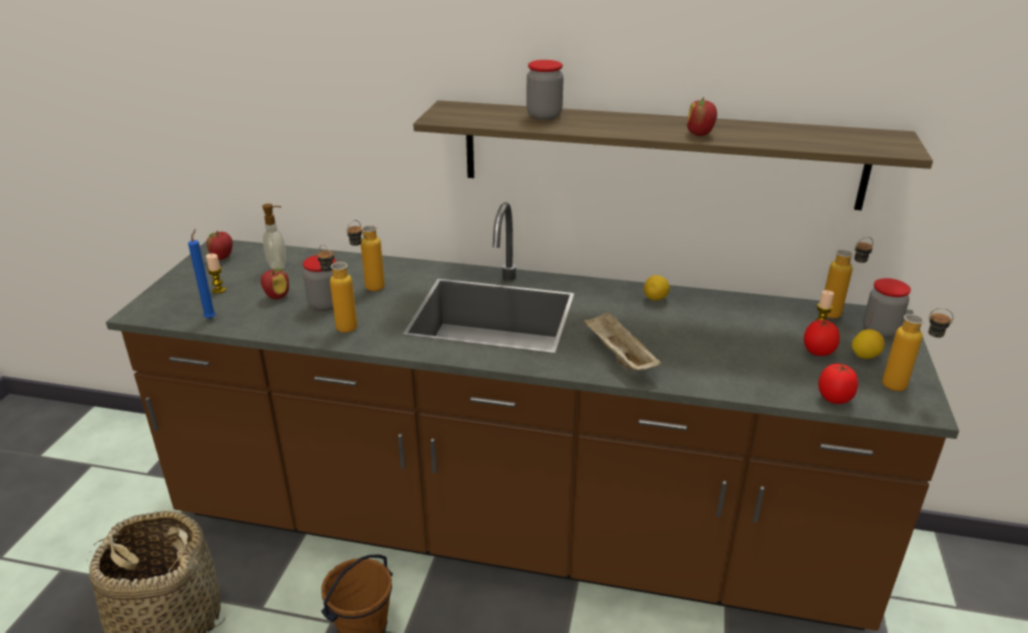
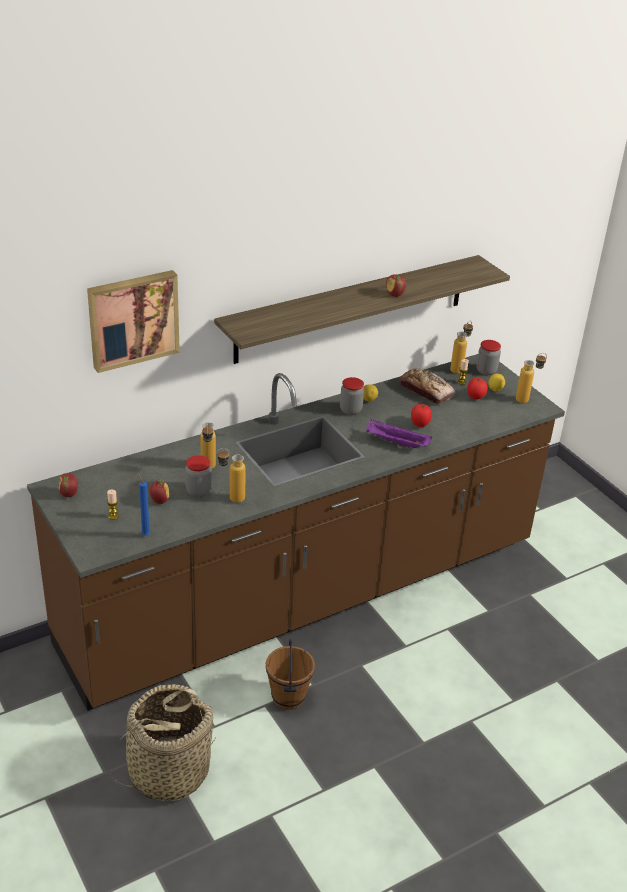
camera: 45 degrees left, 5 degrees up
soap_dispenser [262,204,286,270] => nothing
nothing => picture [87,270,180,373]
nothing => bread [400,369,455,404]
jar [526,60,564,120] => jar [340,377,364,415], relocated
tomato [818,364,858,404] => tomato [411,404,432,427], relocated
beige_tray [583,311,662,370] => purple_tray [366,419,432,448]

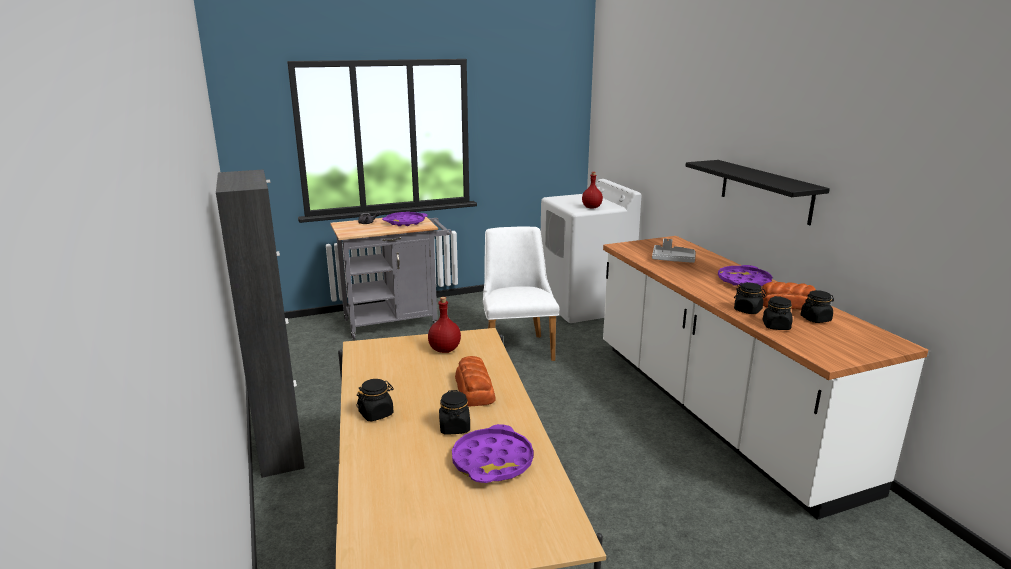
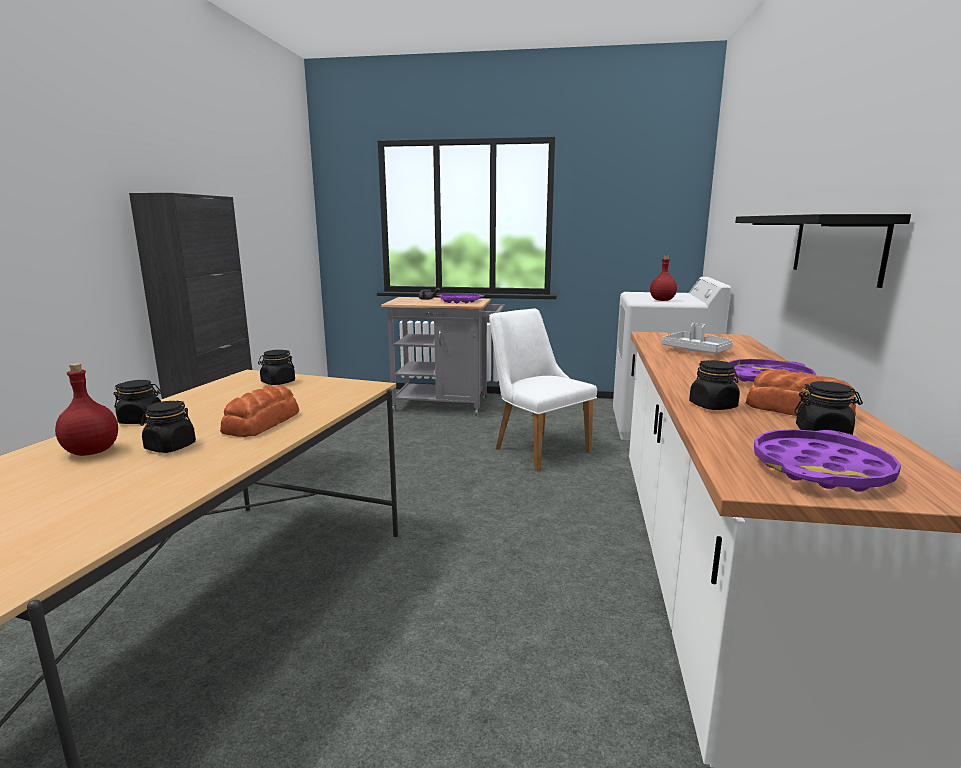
camera: 30 degrees right, 5 degrees down
red_bottle [428,297,461,353] => red_bottle [55,363,118,456], relocated
purple_tray [452,424,534,483] => purple_tray [754,429,901,491], relocated
black_jar [763,296,793,330] => black_jar [258,350,295,385], relocated
white_chair [483,226,559,361] => white_chair [489,308,597,471], 60 degrees counterclockwise

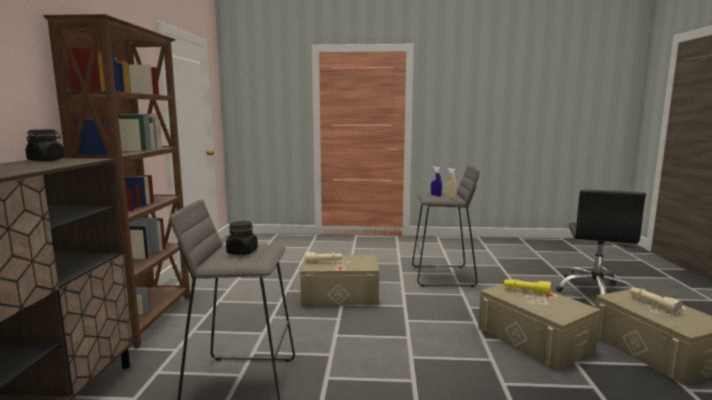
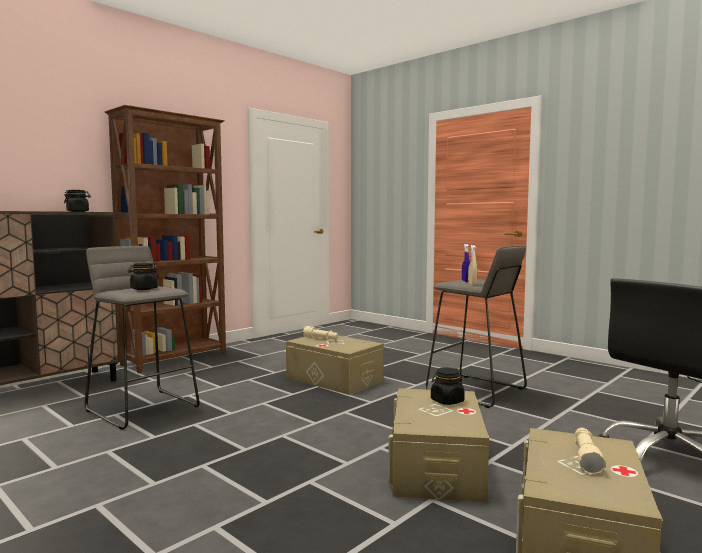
camera: 40 degrees right, 5 degrees down
yellow_flashlight [504,279,551,295] => black_jar [431,367,465,405]

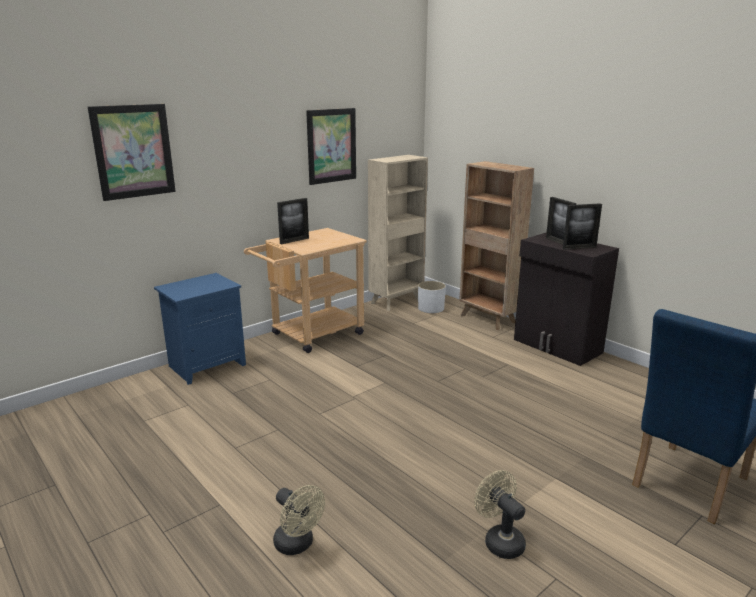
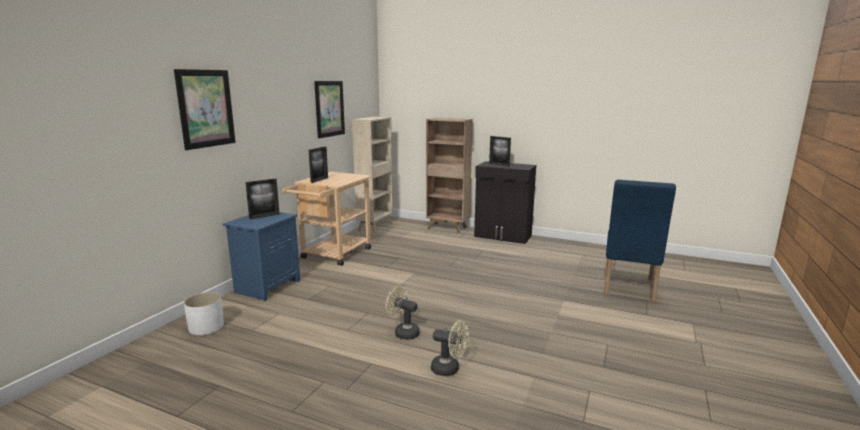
camera: 25 degrees left, 5 degrees down
white_planter [418,281,446,313] => white_planter [184,292,224,335], relocated
beige_fan [474,470,526,559] => beige_fan [385,286,420,340], relocated
picture_frame [563,203,602,250] => picture_frame [246,178,280,219], relocated

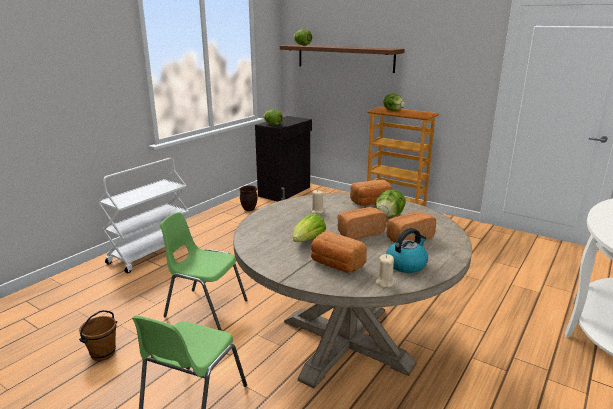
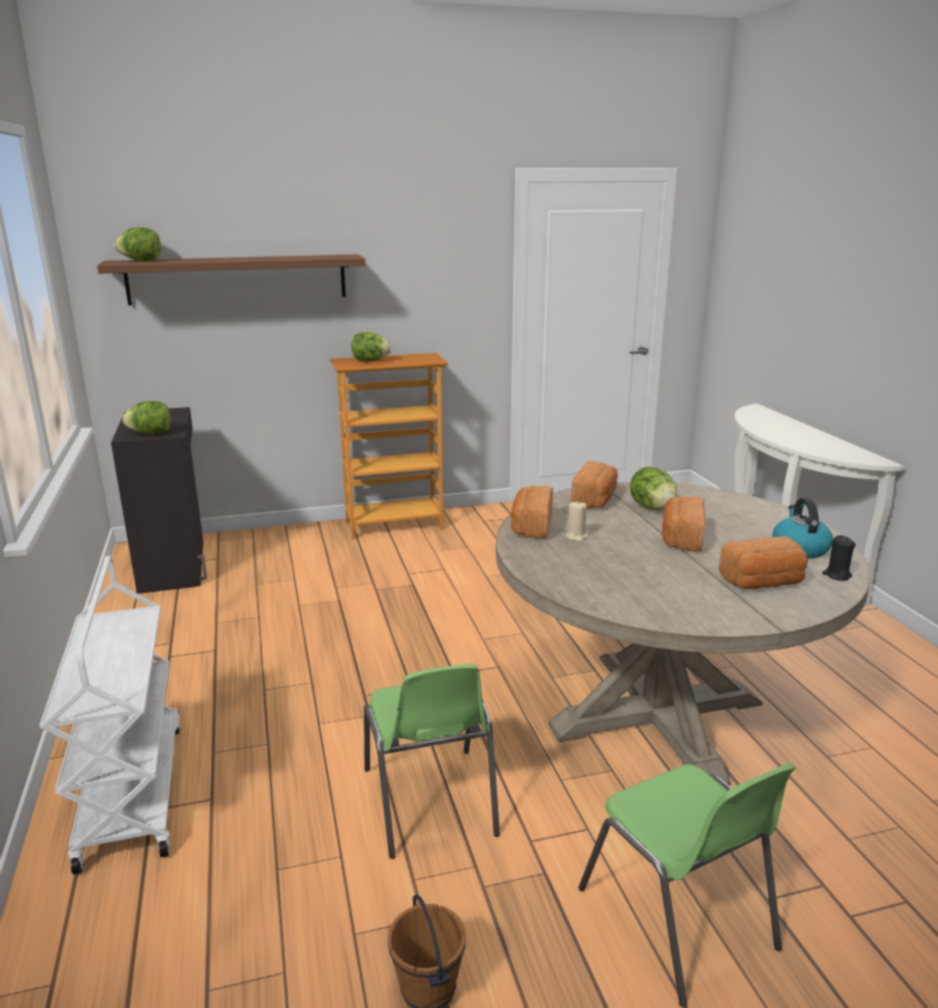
camera: 50 degrees left, 0 degrees up
brown_planter [239,186,258,211] => nothing
lettuce [293,213,326,242] => nothing
bread [386,212,436,243] => bread [511,486,553,538], relocated
beige_candle [376,254,394,288] => black_candle [822,535,856,581]
green_chair [160,212,247,331] => green_chair [364,664,500,859], 75 degrees counterclockwise

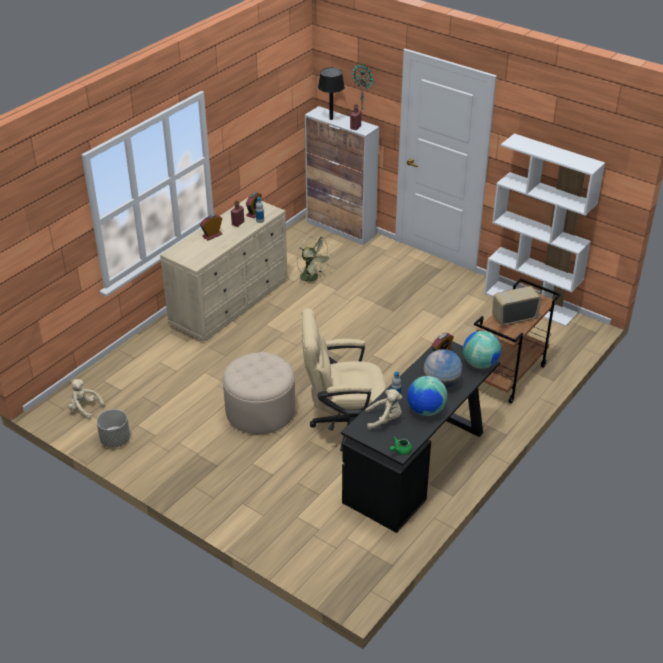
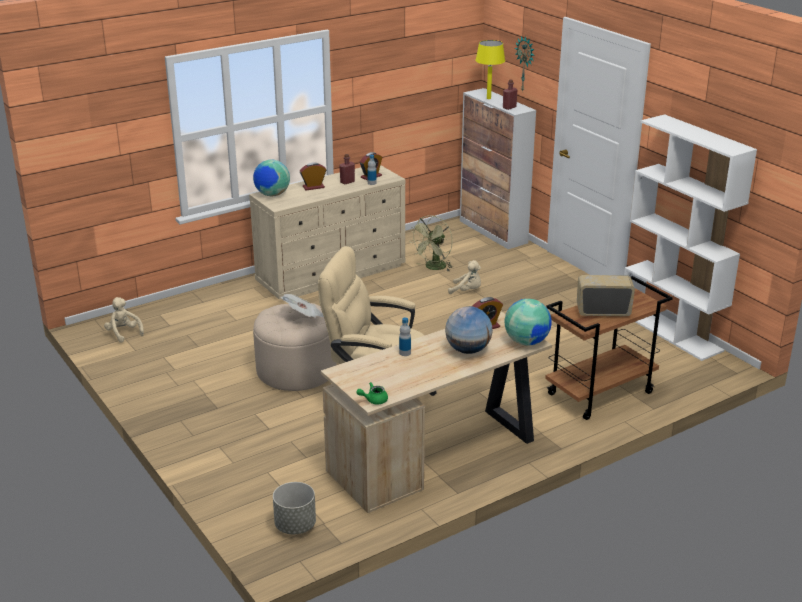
camera: 20 degrees right, 10 degrees down
nothing => newspaper [281,294,324,318]
grey_planter [96,409,130,448] => grey_planter [273,482,316,534], relocated
beige_plush_toy [365,389,402,430] => beige_plush_toy [448,260,481,294], relocated
globe [407,376,447,416] => globe [253,160,290,196], relocated
black_table_lamp [318,68,345,120] => yellow_table_lamp [475,40,505,99]
black_desk [341,341,500,533] => beige_desk [321,311,552,513]
green_fan [297,235,330,286] => green_fan [411,215,453,272], 60 degrees clockwise

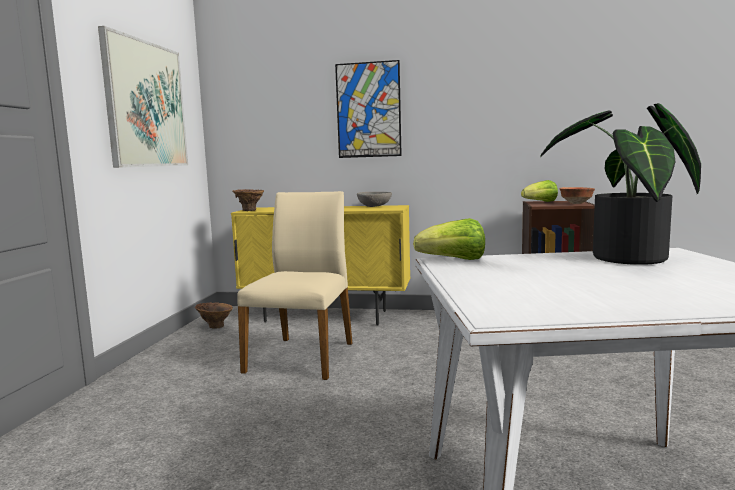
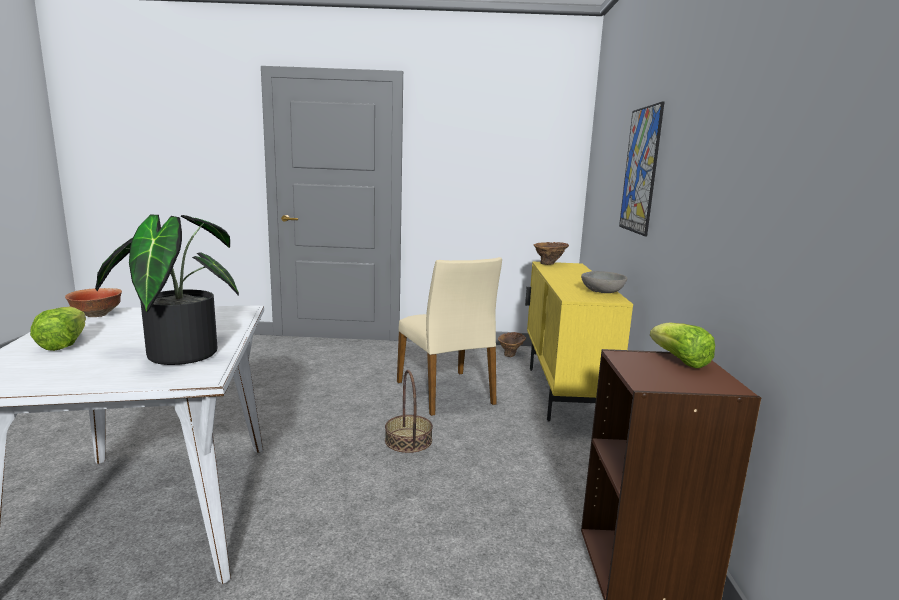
camera: 80 degrees right, 5 degrees up
picture [98,26,188,168] => nothing
nothing => basket [385,370,433,453]
lettuce [413,218,485,260] => lettuce [30,306,86,351], relocated
bowl [559,187,595,204] => bowl [65,288,122,317], relocated
beige_chair [237,191,352,380] => beige_chair [397,257,502,416], 60 degrees clockwise

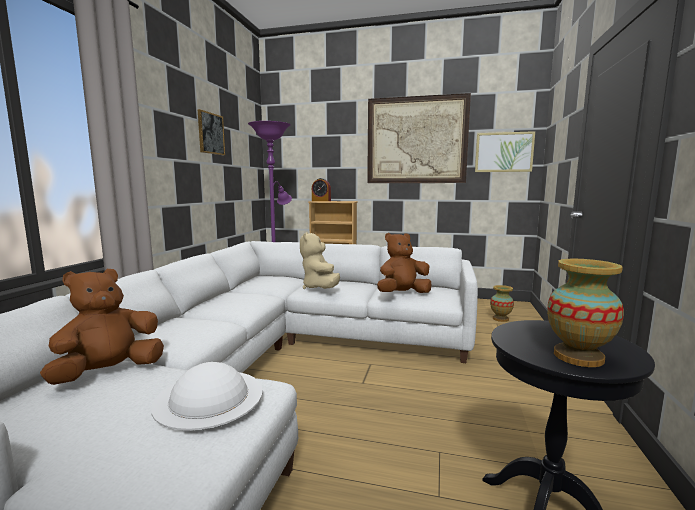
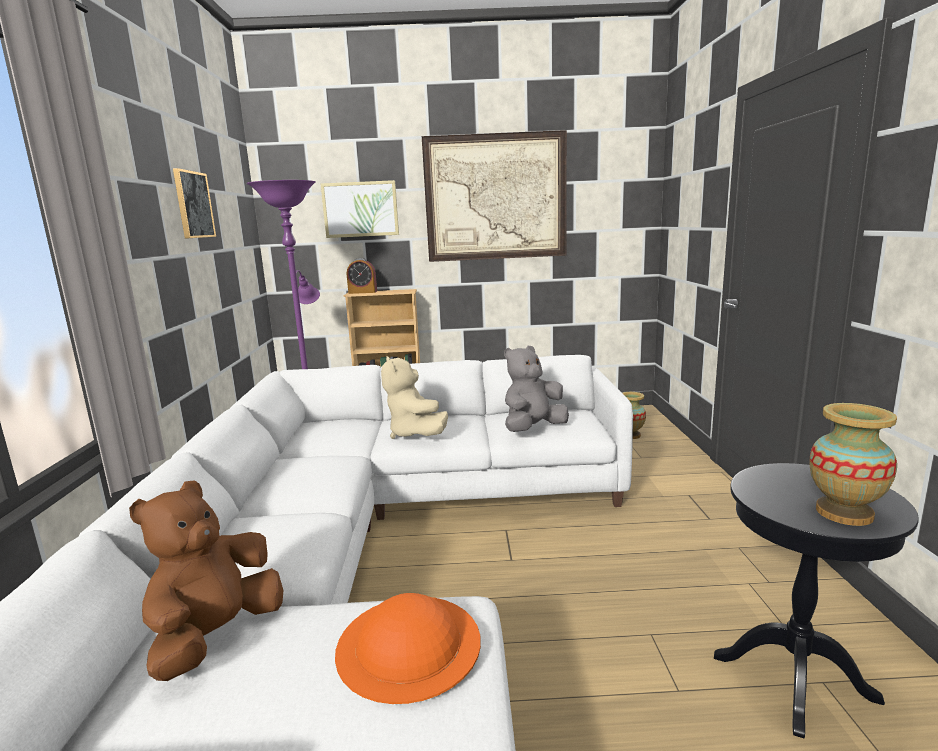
camera: 15 degrees left, 5 degrees up
picture [475,131,535,172] => picture [321,180,399,238], relocated
white_hat [151,362,263,430] => orange_hat [335,593,481,704]
brown_plush_toy [377,233,432,293] => grey_plush_toy [504,346,569,432]

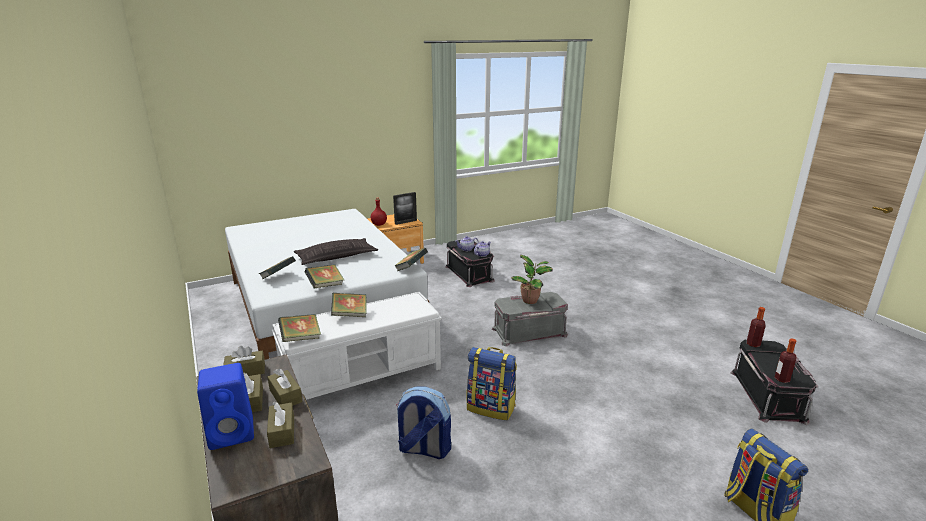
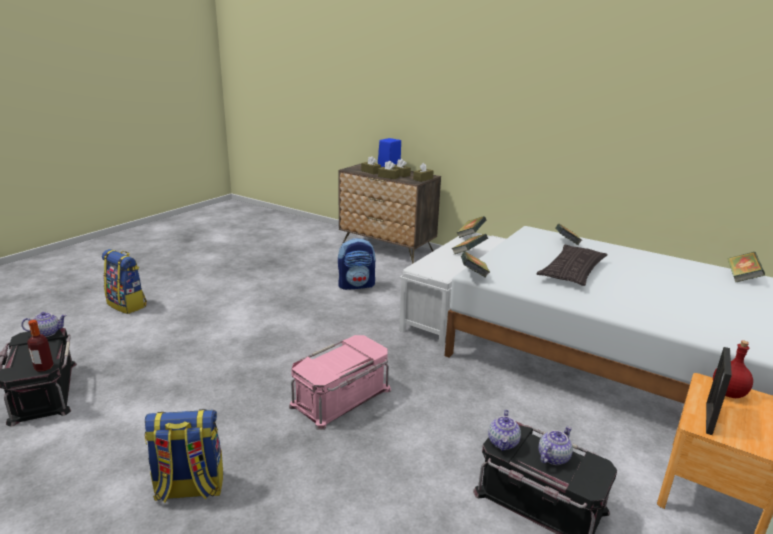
camera: 150 degrees right, 0 degrees up
potted_plant [511,255,553,304] => nothing
book [305,264,344,288] => book [727,252,765,282], relocated
backpack [467,347,517,421] => backpack [145,409,223,503], relocated
bottle [775,339,797,383] => teapot [21,312,67,337]
grey_storage_box [492,292,568,346] => pink_storage_box [289,335,391,430]

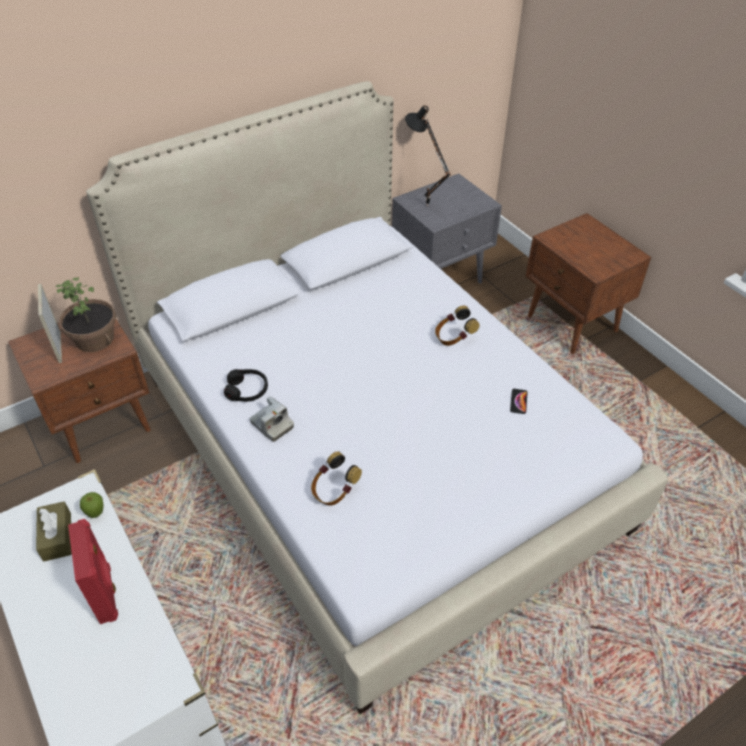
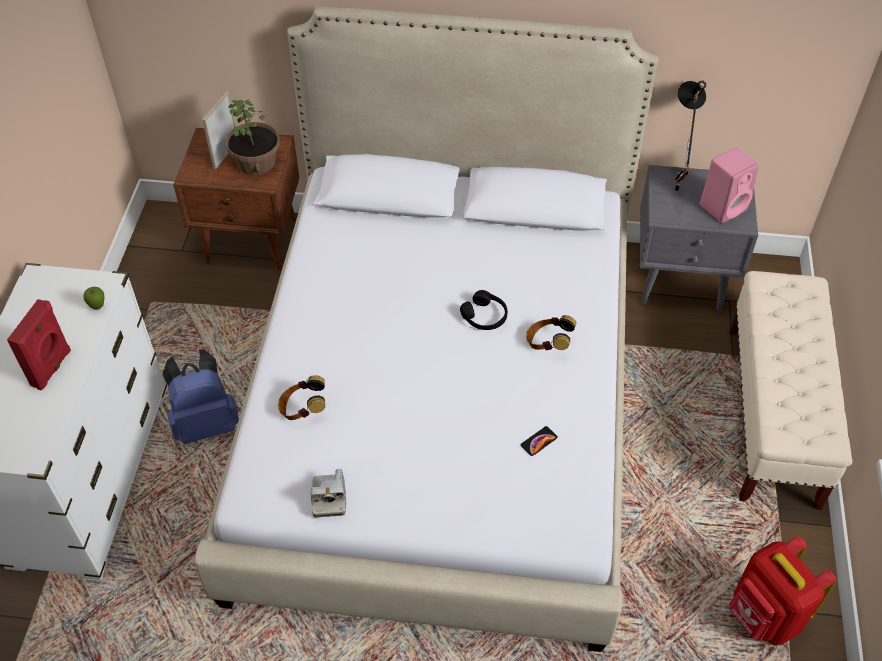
camera: 40 degrees right, 5 degrees up
brown_tissue_box [36,501,72,562] => nothing
nothing => blue_backpack [163,349,239,444]
nothing => pink_speaker [700,147,759,223]
nothing => red_backpack [729,536,837,645]
black_headphones [224,369,268,402] => black_headphones [460,290,507,330], relocated
photo_camera [250,396,294,442] => photo_camera [311,469,346,518], relocated
brown_nightstand [526,213,651,354] => beige_bench [729,271,852,510]

